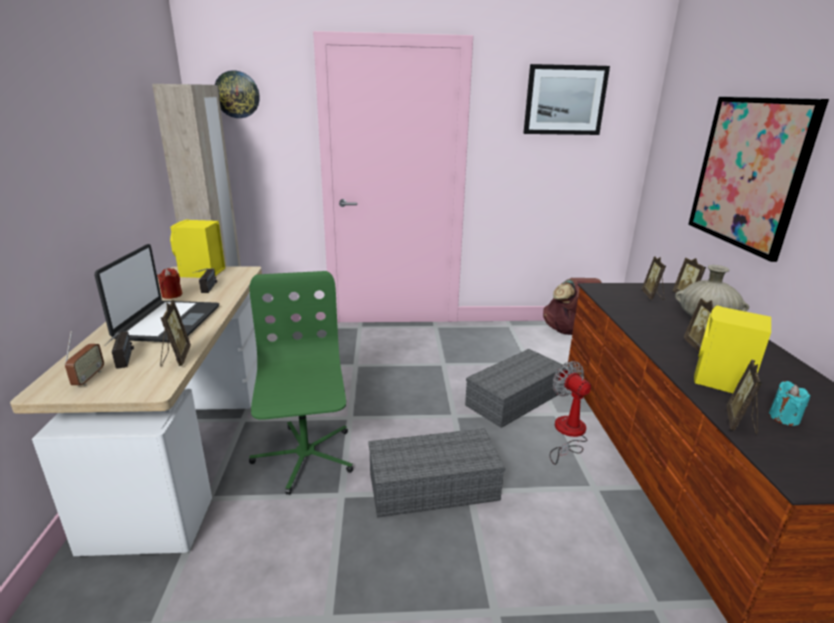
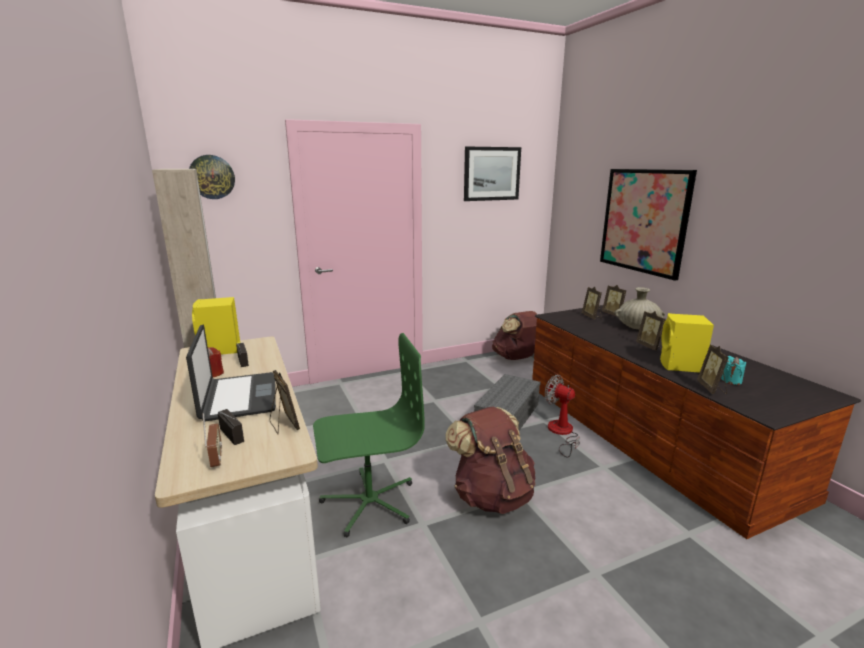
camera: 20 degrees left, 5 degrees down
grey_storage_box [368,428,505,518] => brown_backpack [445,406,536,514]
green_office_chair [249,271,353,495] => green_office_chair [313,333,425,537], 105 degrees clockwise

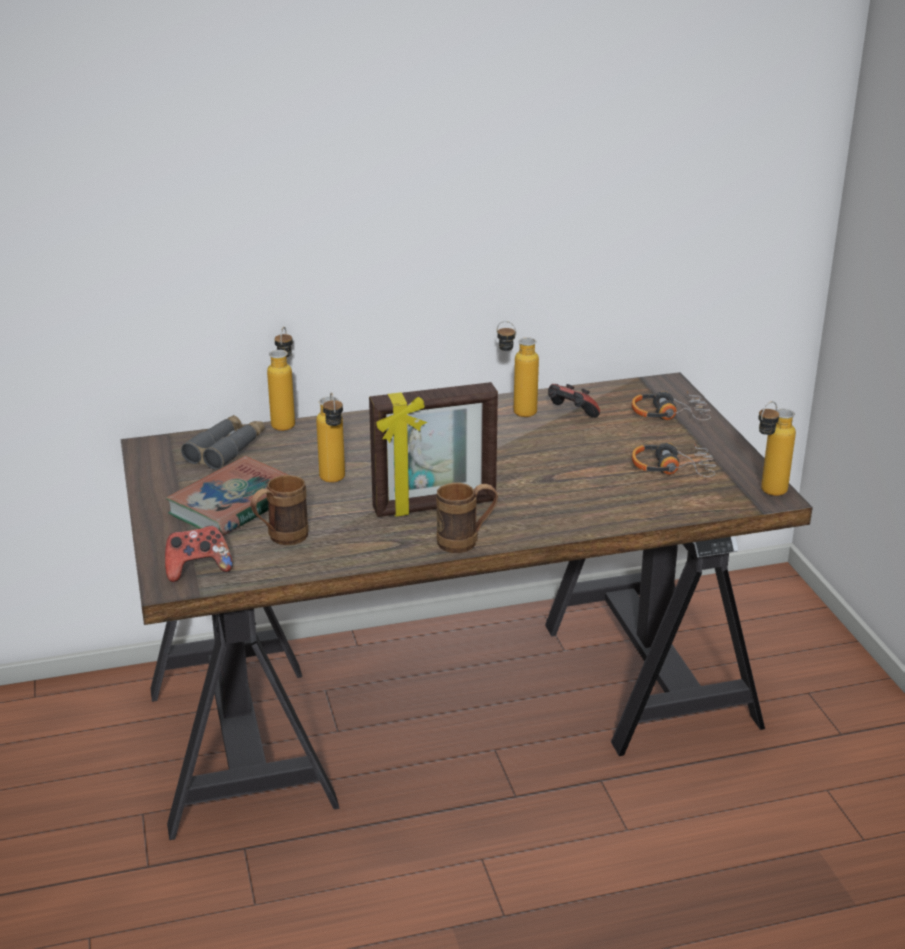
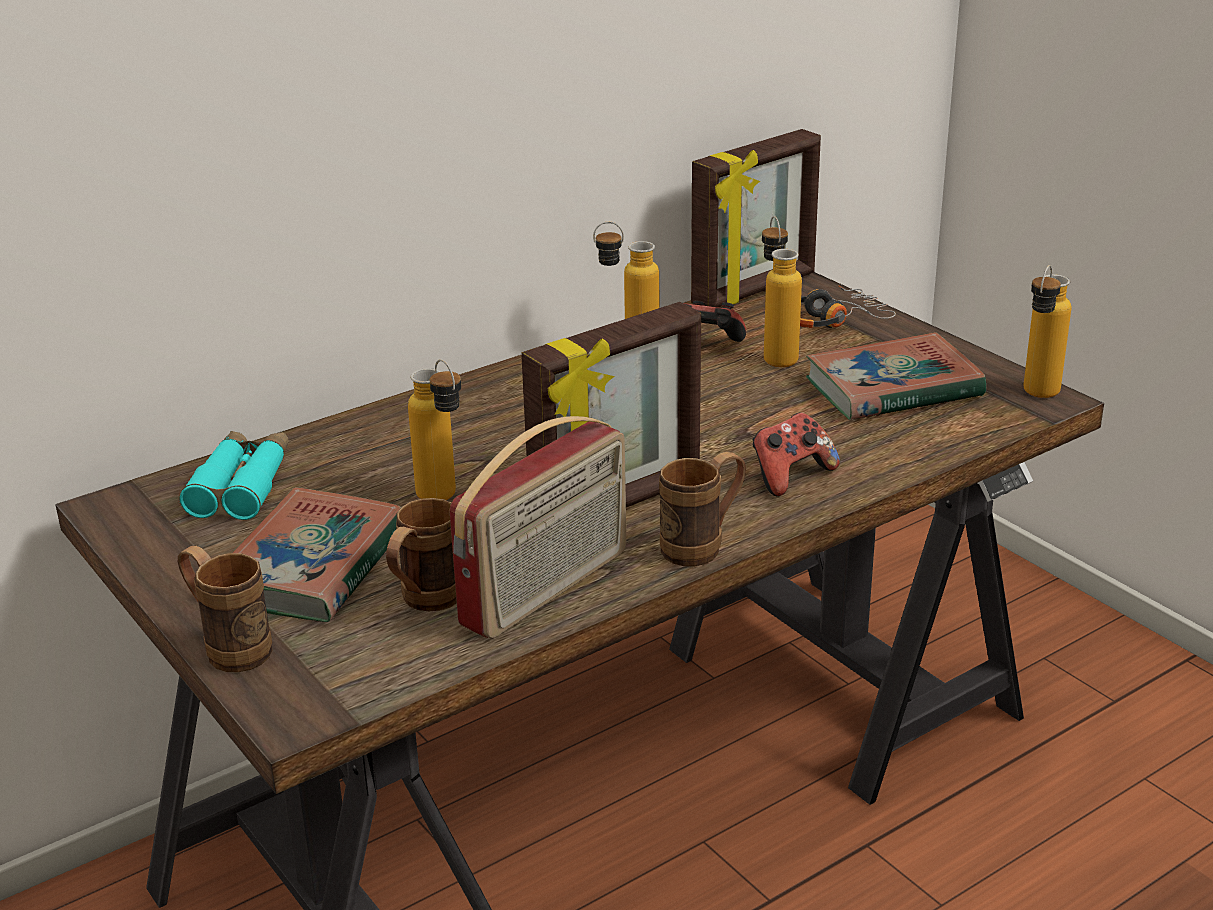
camera: 20 degrees left, 0 degrees up
nothing => brown_mug [178,546,272,672]
nothing => radio [449,416,626,639]
nothing => picture_frame [691,129,821,307]
game_controller [165,526,233,582] => game_controller [753,413,840,497], relocated
bottle [267,327,295,431] => bottle [762,216,802,367], relocated
headphones [632,443,717,477] => book [806,332,986,420]
grey_binoculars [181,415,265,470] => turquoise_binoculars [179,431,289,520]

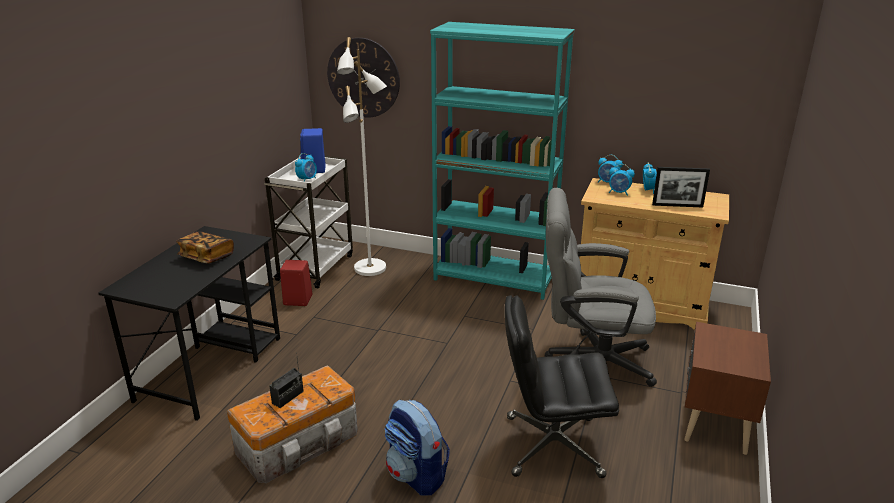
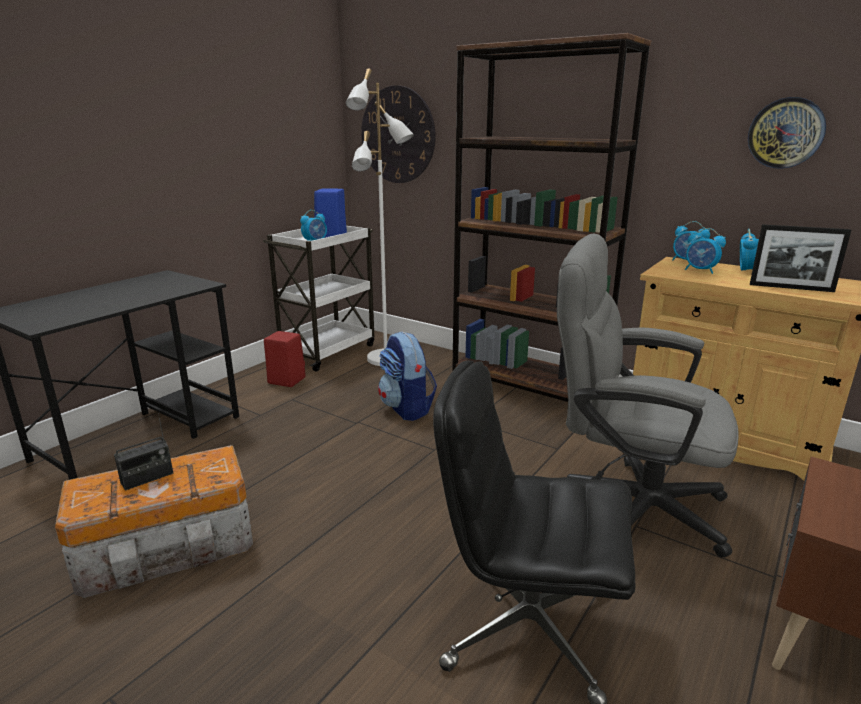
camera: 15 degrees right, 5 degrees down
book [176,231,234,264] => nothing
nothing => wall_clock [748,97,826,169]
backpack [384,399,450,496] => backpack [378,331,437,421], relocated
turquoise_bookcase [430,22,574,300] => brown_bookcase [452,33,651,402]

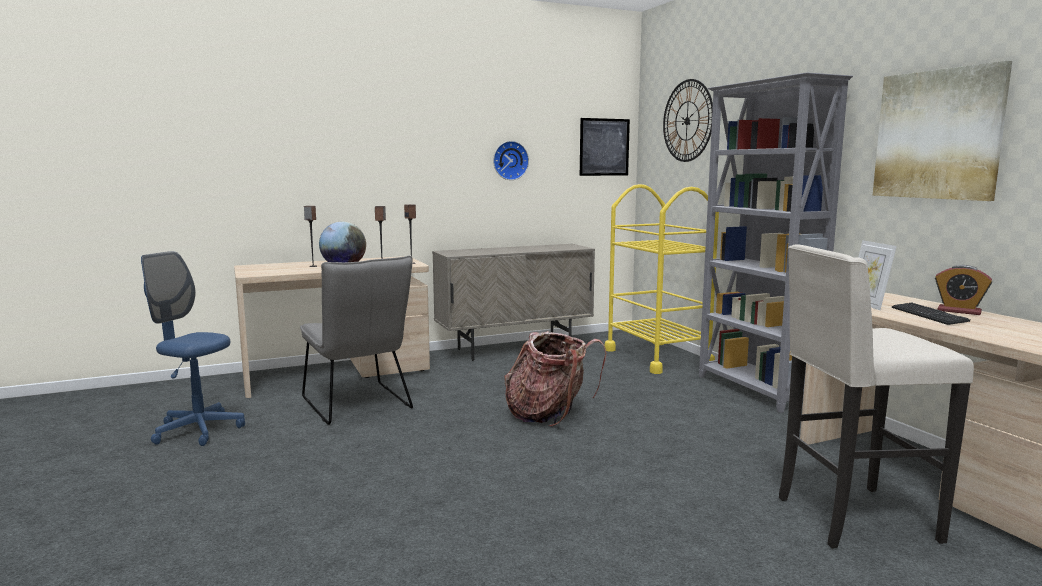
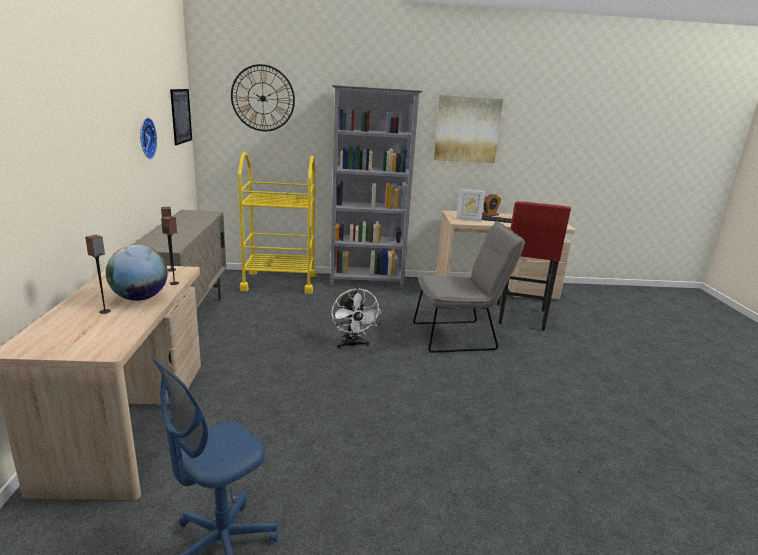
camera: 70 degrees left, 10 degrees up
grey_chair [300,256,413,425] => grey_chair [413,222,525,353], relocated
backpack [504,331,607,427] => white_fan [331,288,381,348]
beige_stool [779,244,974,549] => red_stool [497,201,571,331]

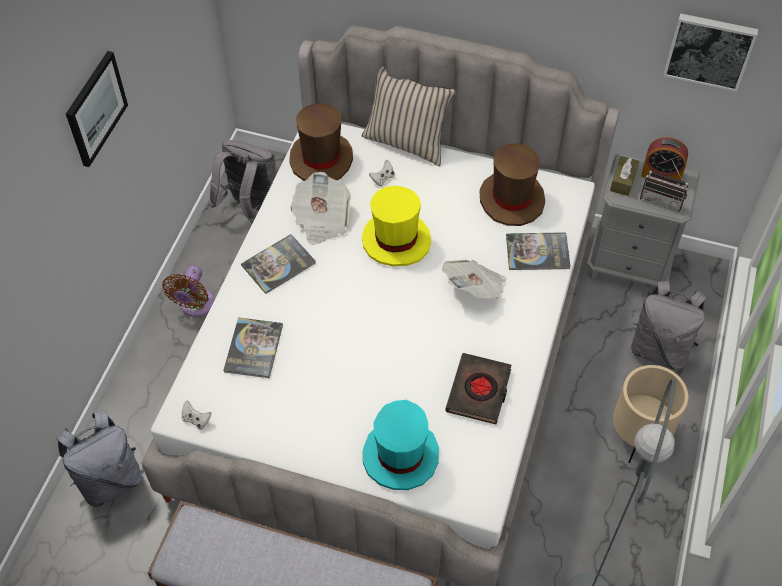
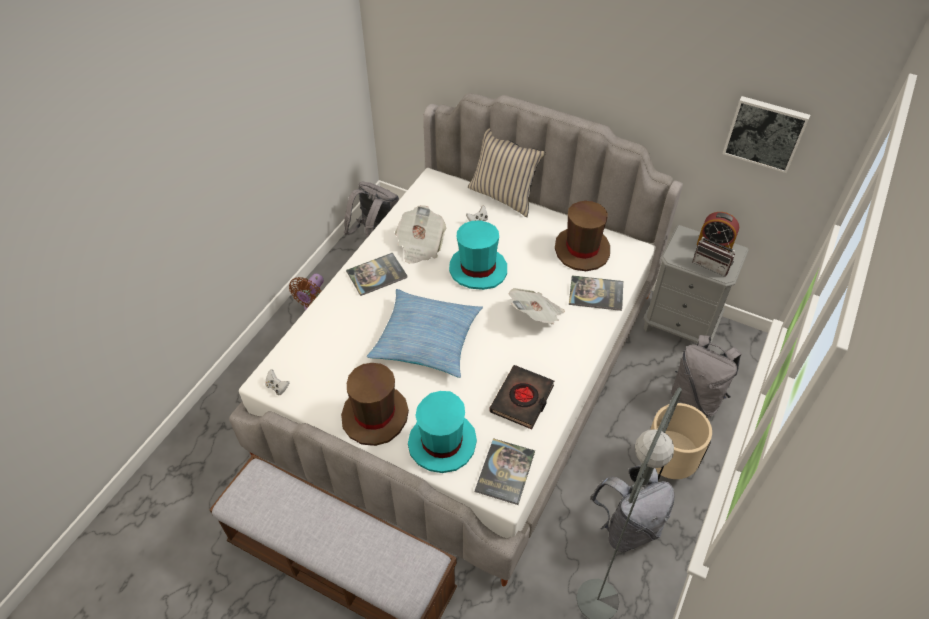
camera: 10 degrees right, 5 degrees down
picture [66,51,128,167] => nothing
brown_tissue_box [610,156,639,196] => nothing
nothing => pillow [367,289,483,378]
grey_backpack [56,411,142,507] => grey_backpack [590,466,674,552], relocated
book [223,317,283,378] => book [474,438,535,505], relocated
brown_hat [289,104,353,181] => brown_hat [341,363,409,446], relocated
yellow_hat [362,186,431,266] => turquoise_hat [449,221,507,290]

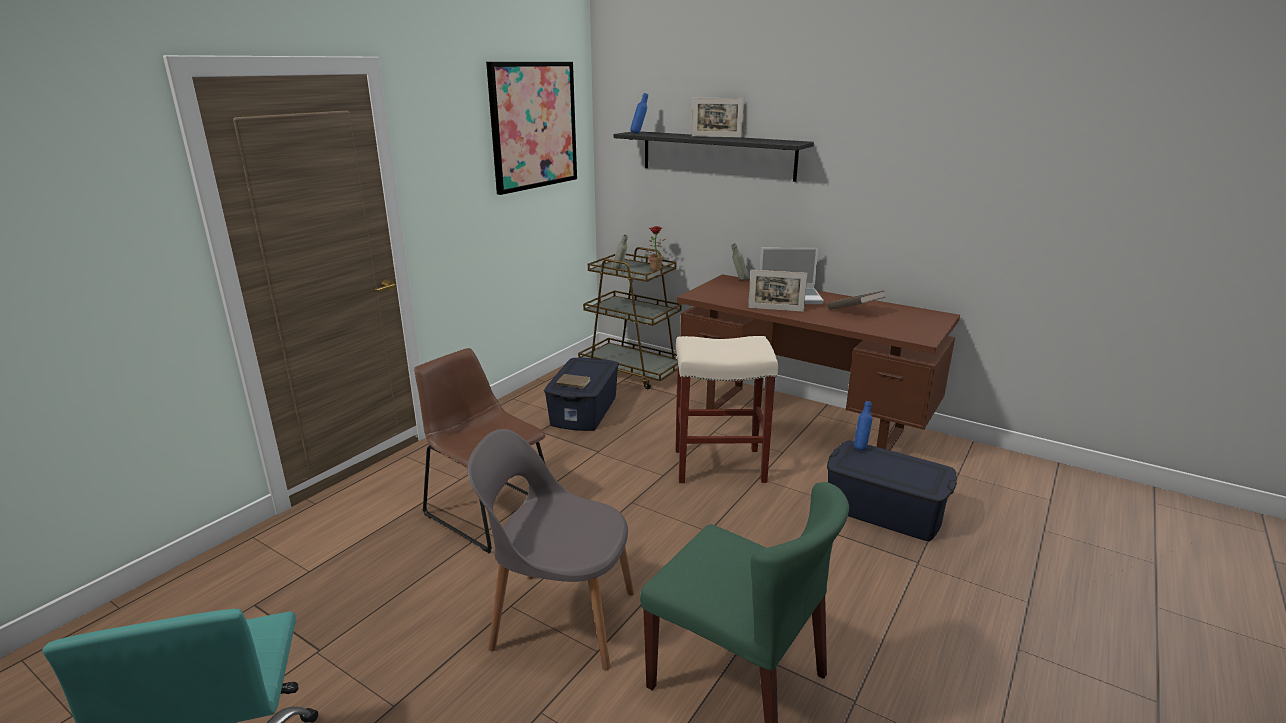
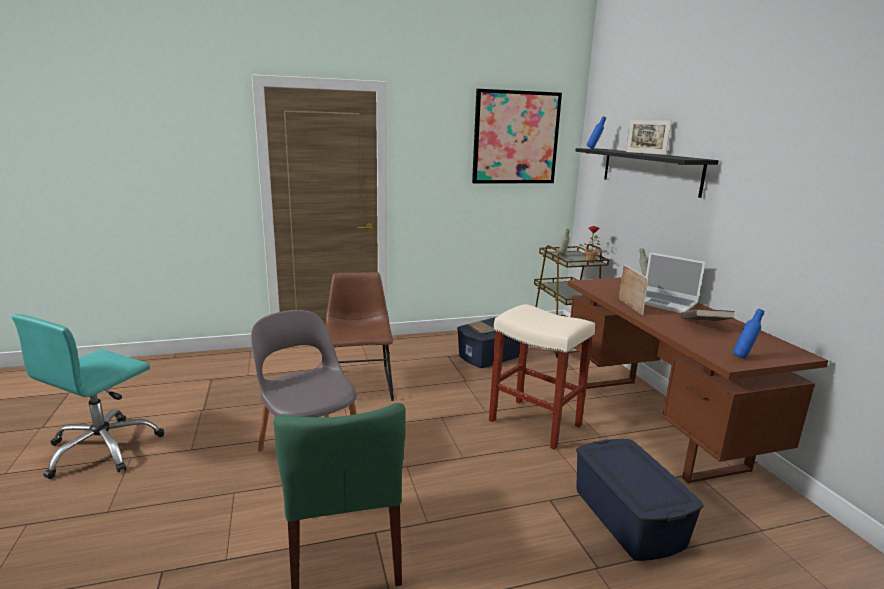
camera: 40 degrees right, 5 degrees down
blue_bottle [854,401,872,450] => blue_bottle [733,308,764,359], relocated
picture_frame [748,270,807,312] => picture_frame [619,265,649,315], 150 degrees counterclockwise

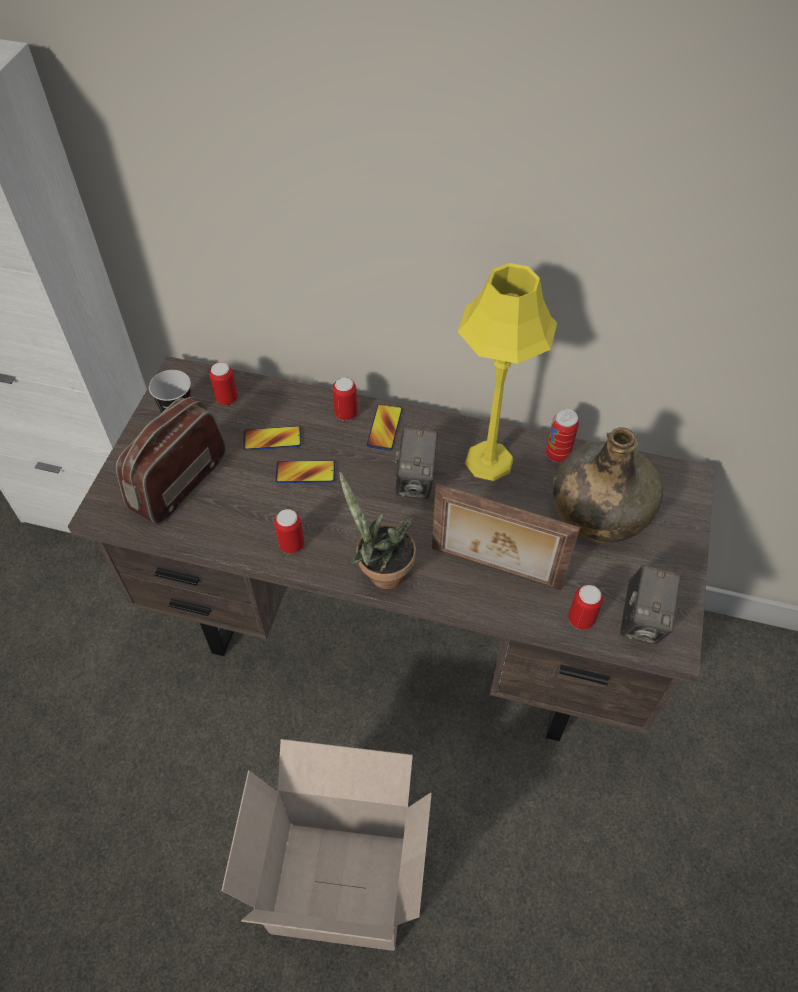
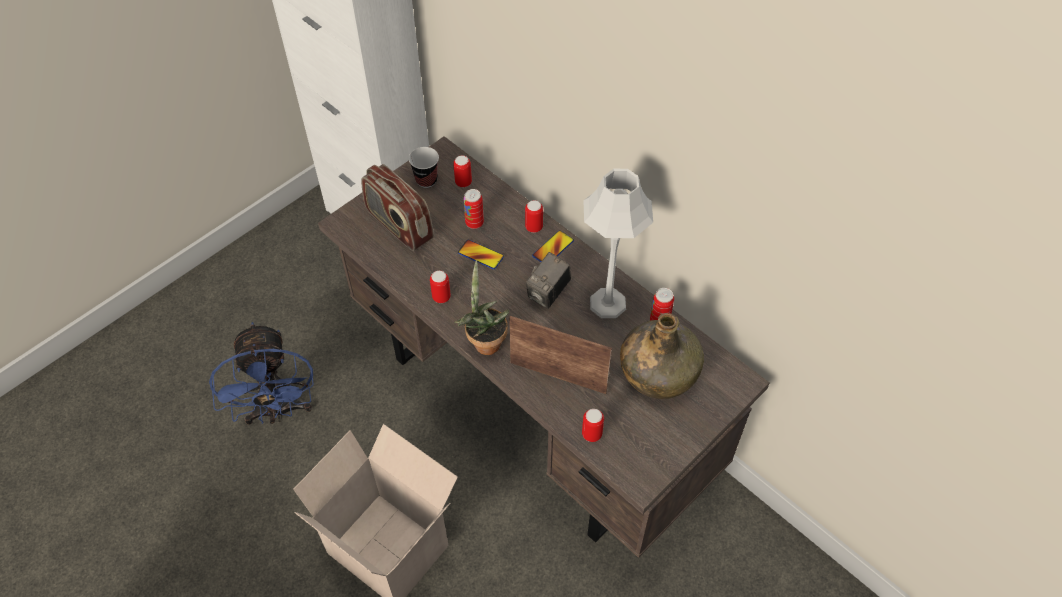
camera: 30 degrees right, 0 degrees up
photo_camera [620,565,681,644] => nothing
nothing => blue_fan [209,322,314,425]
phone [243,426,301,450] => can [463,189,484,229]
yellow_table_lamp [457,263,557,481] => grey_table_lamp [583,169,653,318]
radio [116,397,226,525] => radio [361,164,434,251], 105 degrees counterclockwise
picture_frame [432,484,580,590] => picture_frame [509,316,612,394], 150 degrees clockwise

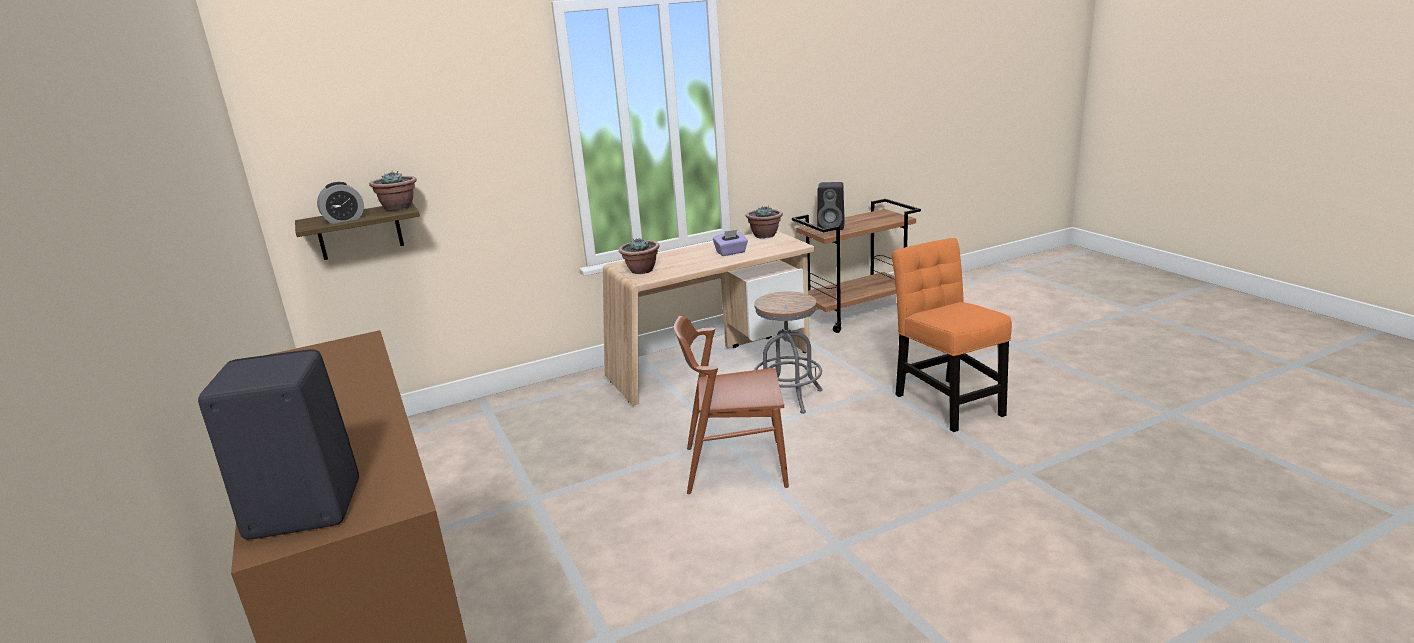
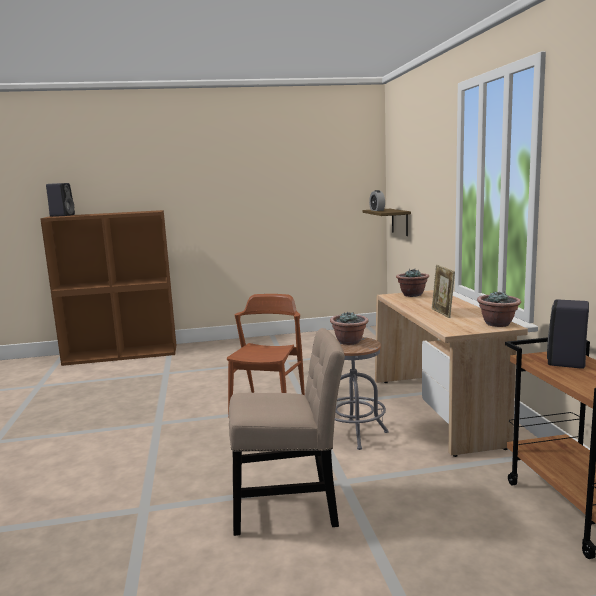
camera: 105 degrees right, 10 degrees down
potted_plant [369,171,417,211] => potted_plant [330,311,368,345], relocated
purple_tissue_box [713,230,748,256] => picture_frame [432,265,455,318]
orange_chair [892,238,1012,432] => beige_chair [229,328,345,536]

